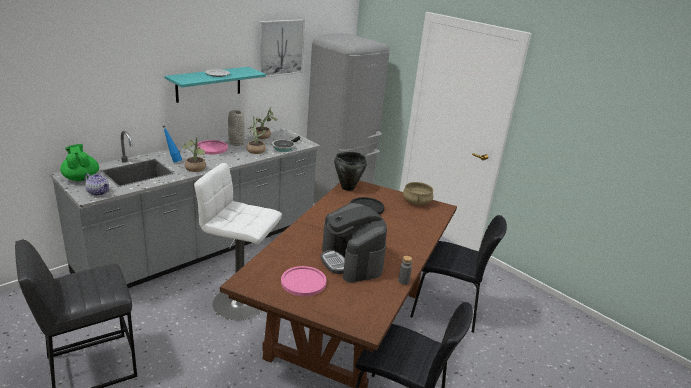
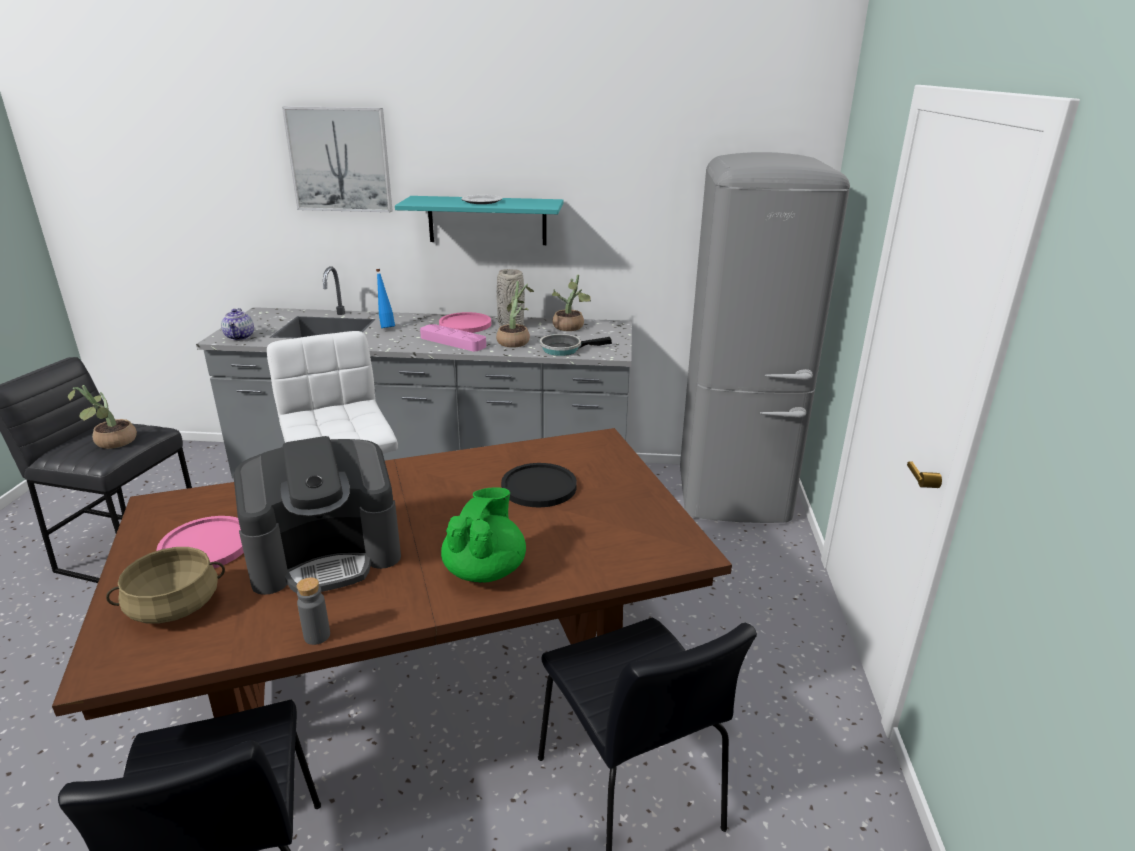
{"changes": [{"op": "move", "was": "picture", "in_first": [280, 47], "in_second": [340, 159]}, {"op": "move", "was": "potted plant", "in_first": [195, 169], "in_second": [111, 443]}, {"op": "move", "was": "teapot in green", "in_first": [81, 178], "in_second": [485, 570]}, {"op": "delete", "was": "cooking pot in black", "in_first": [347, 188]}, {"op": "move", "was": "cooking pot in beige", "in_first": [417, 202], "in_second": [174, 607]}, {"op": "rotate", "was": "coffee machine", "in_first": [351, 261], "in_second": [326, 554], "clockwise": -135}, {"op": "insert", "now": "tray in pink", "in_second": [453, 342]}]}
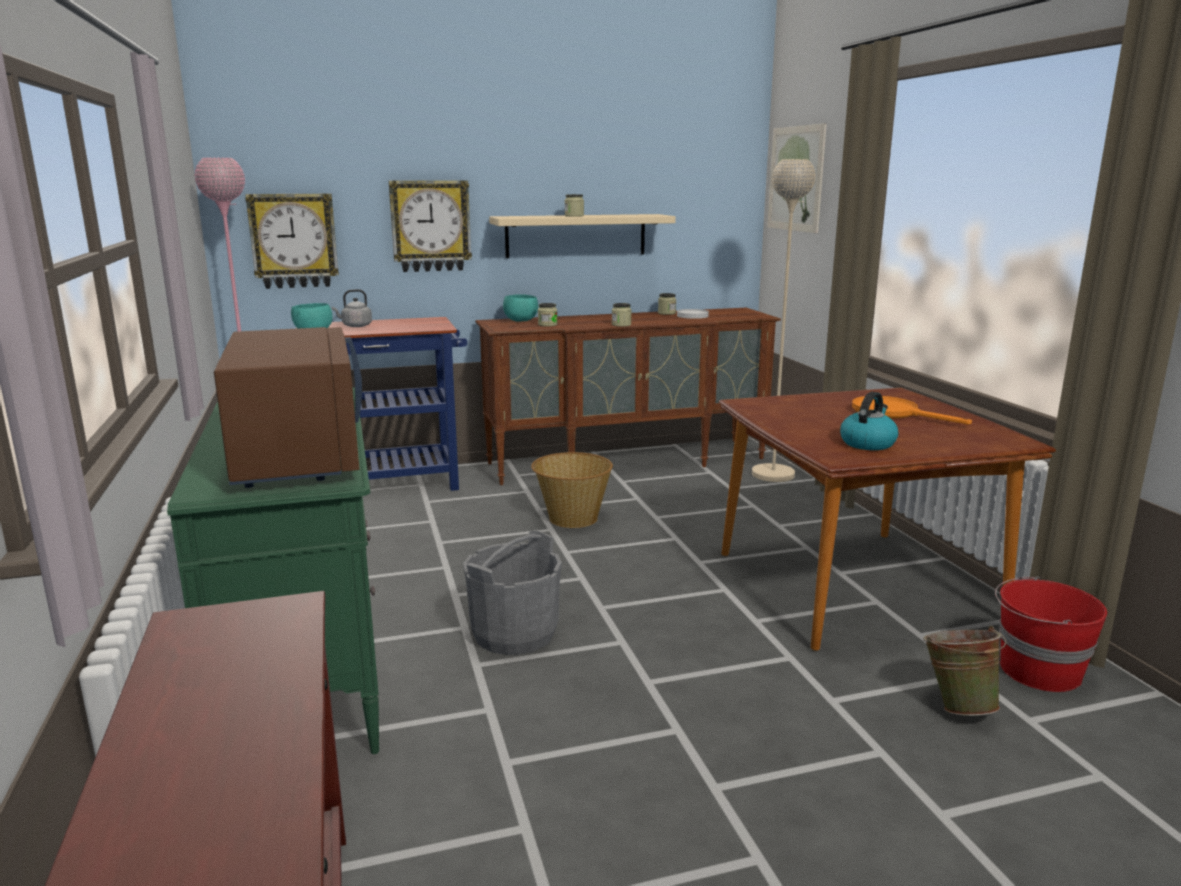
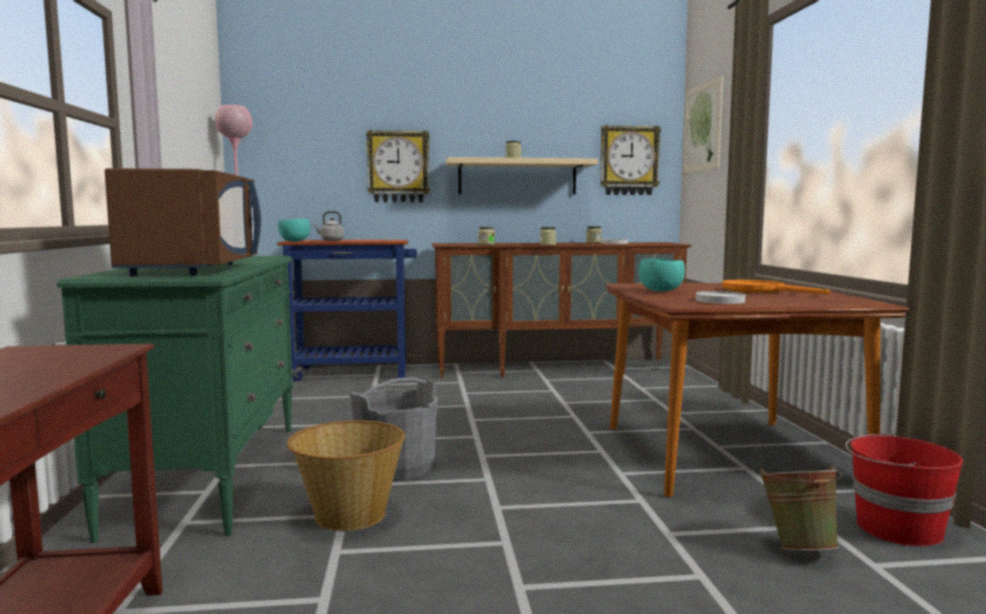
{"changes": [{"op": "delete", "was": "floor lamp in beige", "in_first": [773, 474]}, {"op": "move", "was": "wall clock", "in_first": [294, 241], "in_second": [629, 161]}, {"op": "move", "was": "bowl in turquoise", "in_first": [520, 321], "in_second": [660, 291]}, {"op": "replace", "was": "kettle", "now": "plate in white", "in_first": [867, 443], "in_second": [719, 301]}, {"op": "move", "was": "basket", "in_first": [572, 518], "in_second": [349, 515]}]}
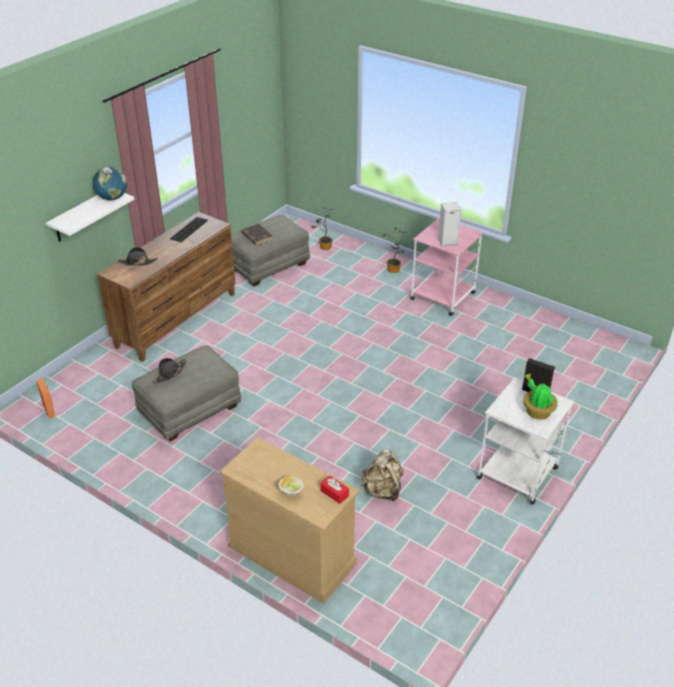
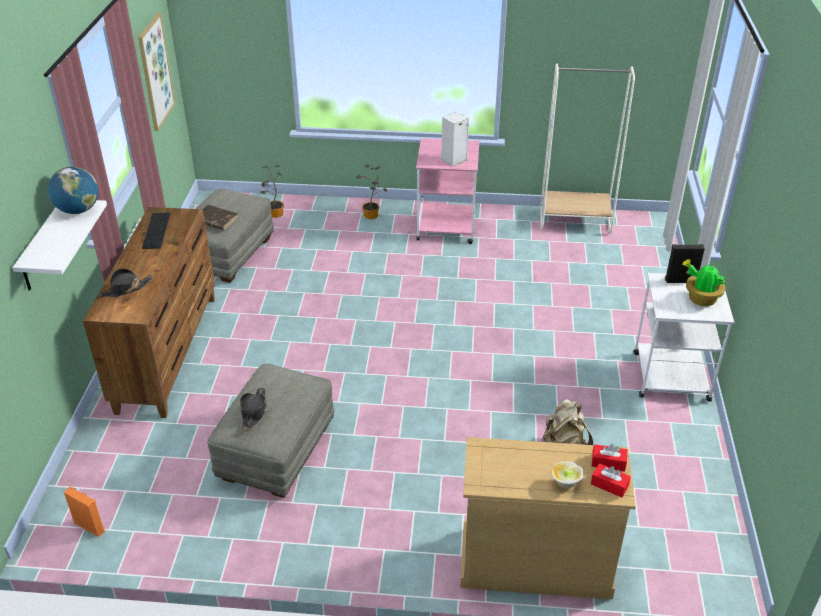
{"changes": [{"op": "insert", "now": "picture", "in_second": [155, 72]}, {"op": "insert", "now": "clothes rack", "in_second": [575, 221]}, {"op": "insert", "now": "tissue box in red", "in_second": [609, 485]}]}
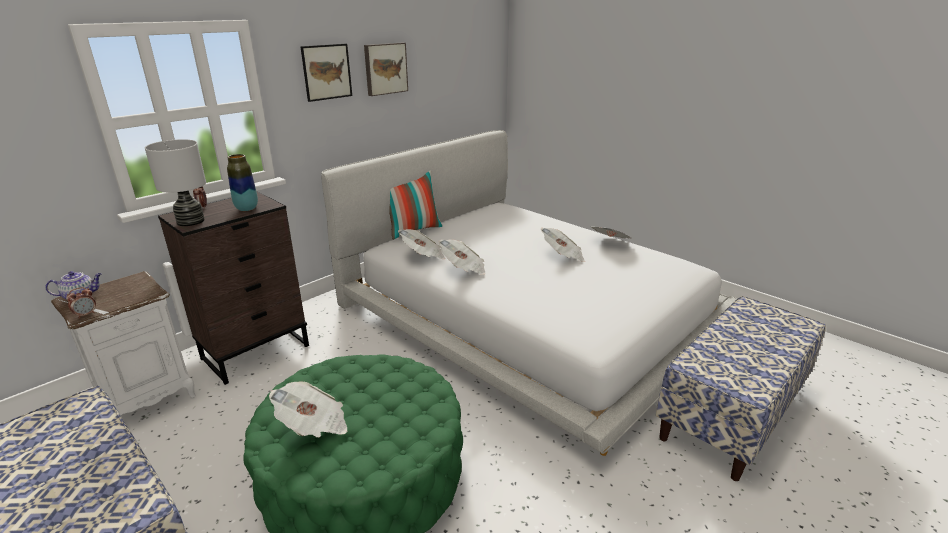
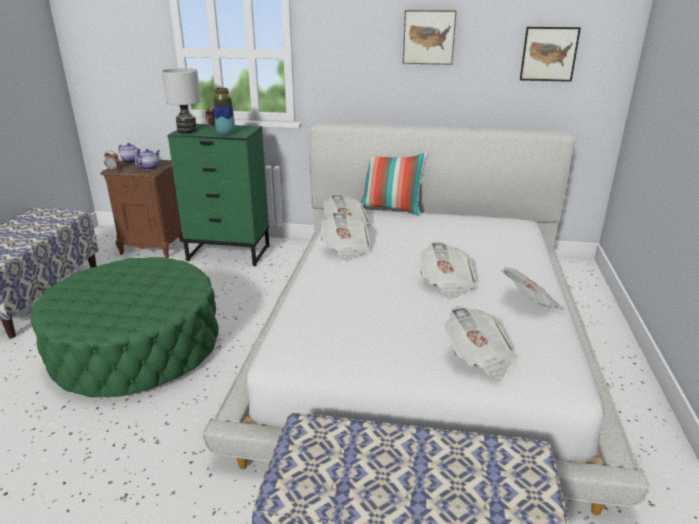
{"changes": [{"op": "move", "was": "picture", "in_first": [327, 72], "in_second": [549, 54]}, {"op": "recolor", "was": "dresser in brown", "now": "dresser in green", "in_first": [256, 351], "in_second": [229, 253]}, {"op": "recolor", "was": "nightstand in white", "now": "nightstand in brown", "in_first": [148, 399], "in_second": [153, 247]}, {"op": "move", "was": "newspaper", "in_first": [314, 425], "in_second": [478, 358]}, {"op": "insert", "now": "teapot", "in_second": [149, 168]}]}
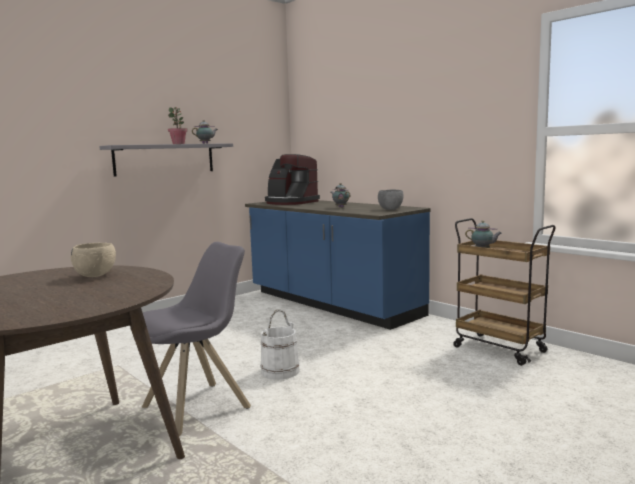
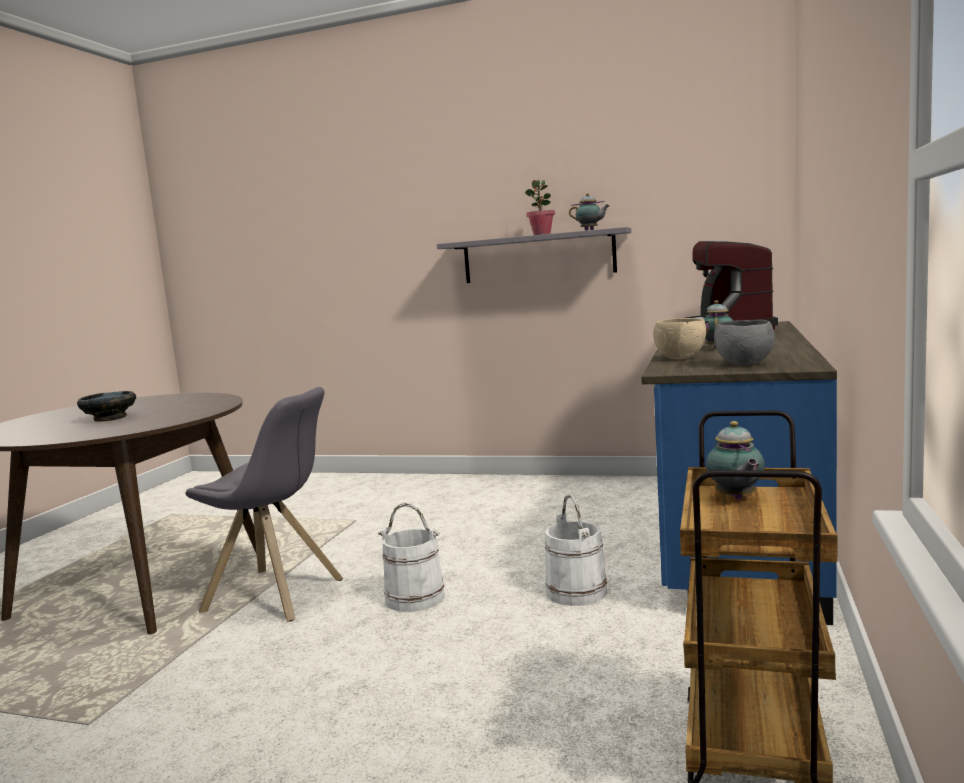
{"changes": [{"op": "move", "was": "bowl in beige", "in_first": [95, 275], "in_second": [680, 358]}, {"op": "insert", "now": "bowl in black", "in_second": [109, 418]}, {"op": "insert", "now": "bucket in white", "in_second": [576, 591]}]}
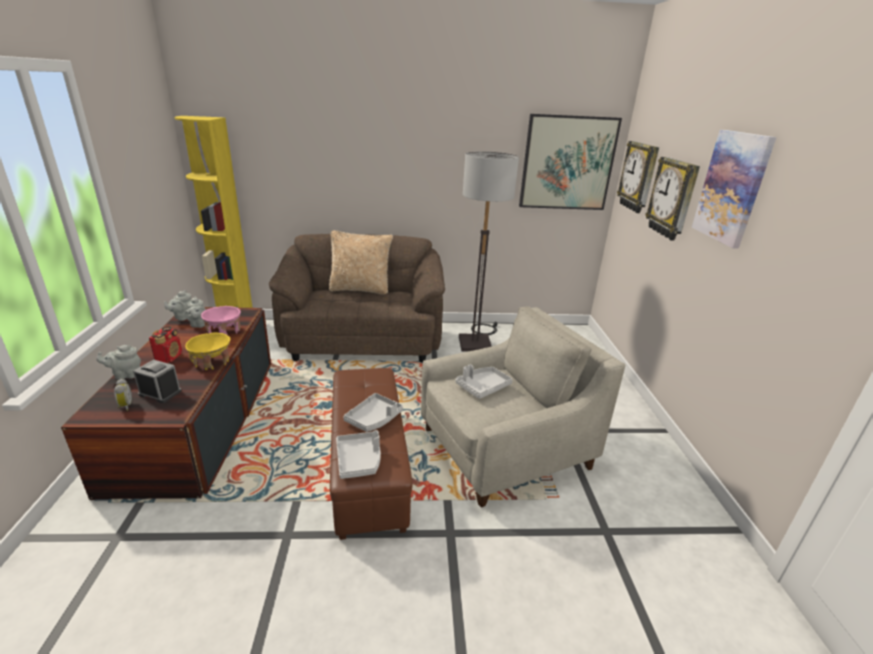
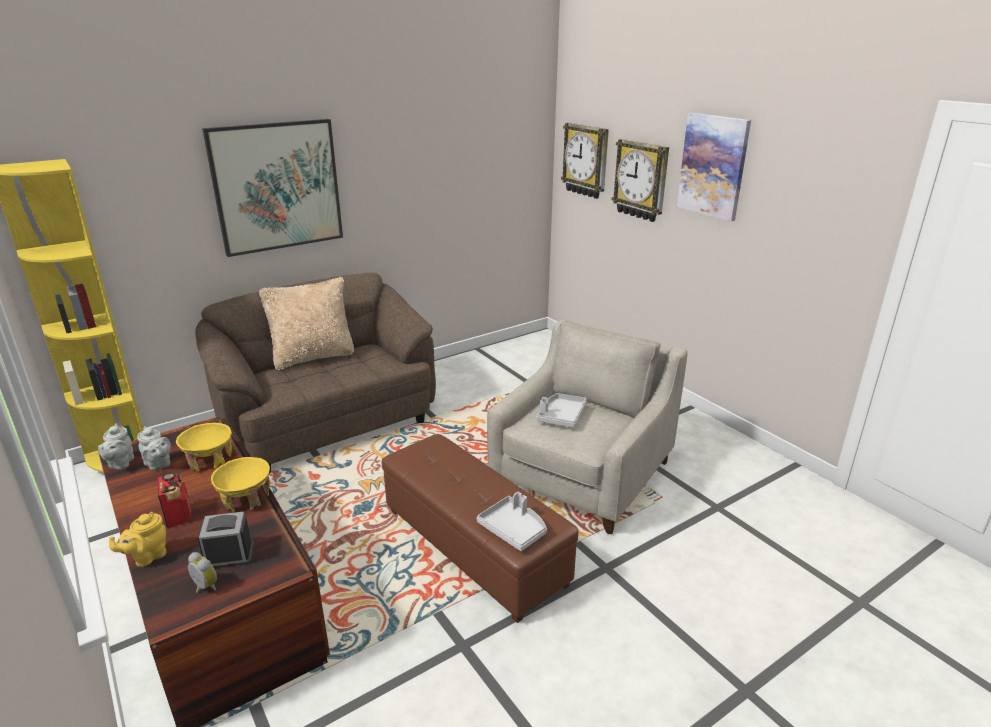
{"changes": [{"op": "move", "was": "picture", "in_first": [567, 163], "in_second": [277, 186]}, {"op": "delete", "was": "floor lamp", "in_first": [477, 340]}, {"op": "recolor", "was": "bowl in pink", "now": "bowl in yellow", "in_first": [224, 332], "in_second": [209, 460]}, {"op": "recolor", "was": "teapot in grey", "now": "teapot in yellow", "in_first": [125, 375], "in_second": [147, 557]}, {"op": "delete", "was": "tray in grey", "in_first": [374, 419]}]}
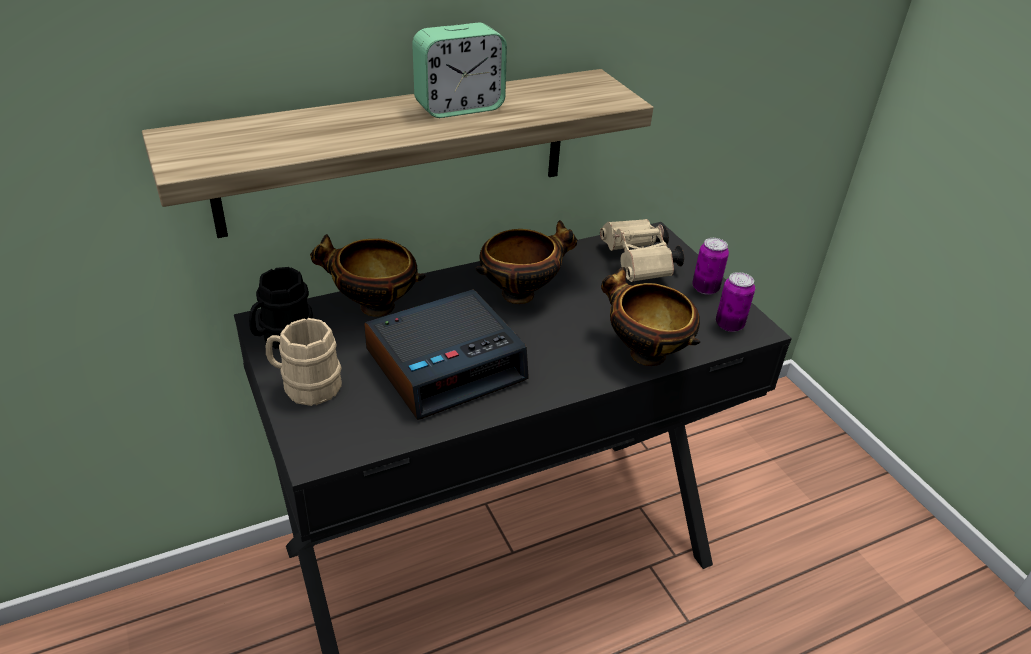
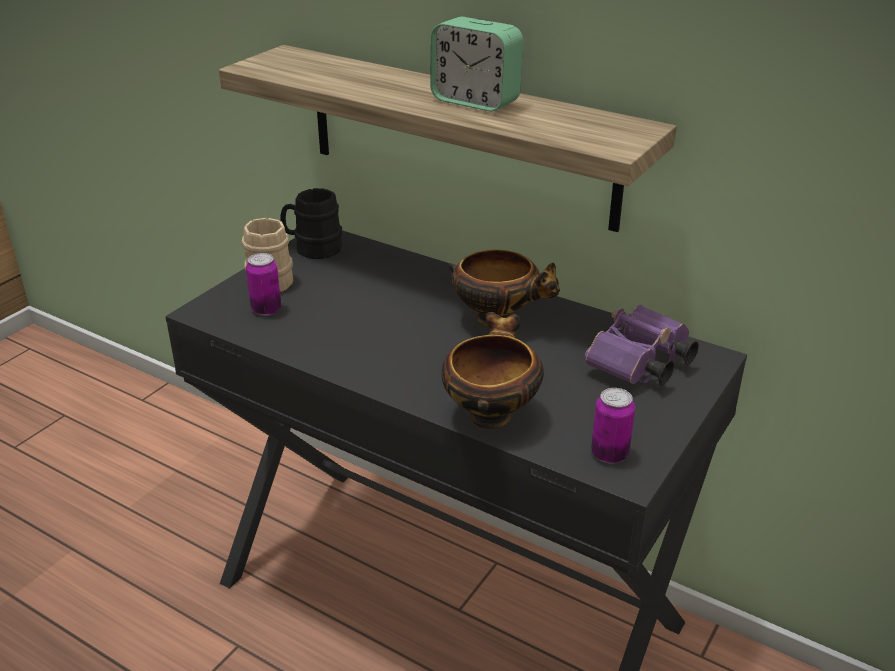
{"changes": [{"op": "recolor", "was": "binoculars in beige", "now": "binoculars in purple", "in_first": [639, 265], "in_second": [639, 366]}, {"op": "delete", "was": "bowl", "in_first": [373, 306]}, {"op": "move", "was": "can", "in_first": [705, 288], "in_second": [266, 309]}, {"op": "delete", "was": "alarm clock", "in_first": [446, 364]}]}
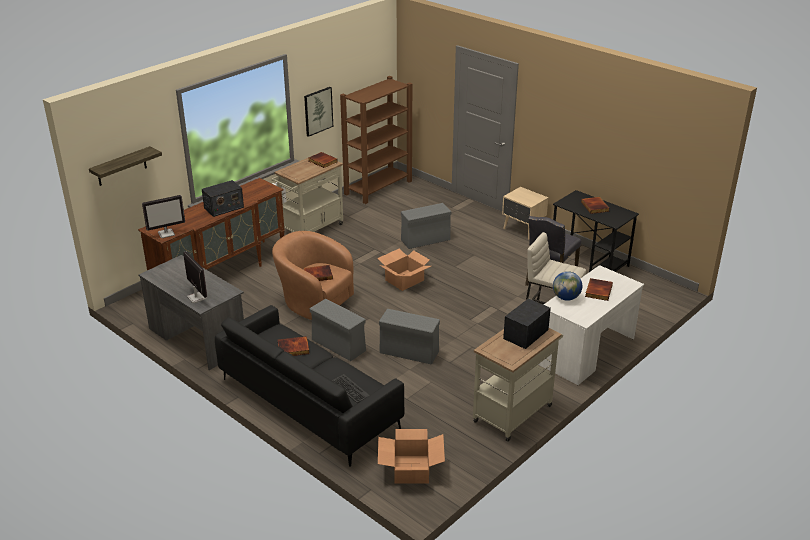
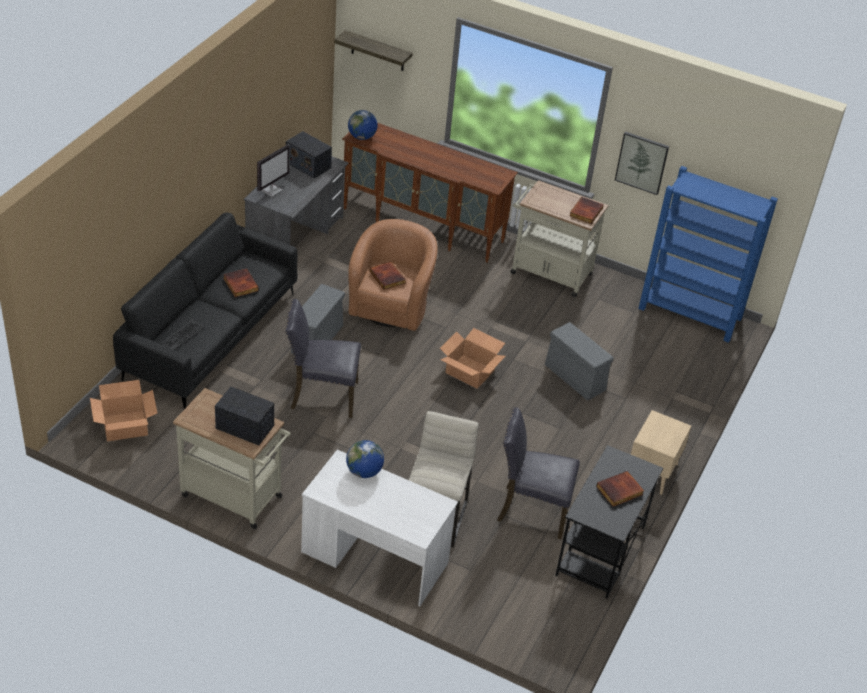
{"changes": [{"op": "recolor", "was": "bookcase in brown", "now": "bookcase in blue", "in_first": [378, 187], "in_second": [690, 313]}, {"op": "move", "was": "radio", "in_first": [223, 208], "in_second": [308, 165]}, {"op": "replace", "was": "monitor", "now": "globe", "in_first": [166, 233], "in_second": [362, 137]}, {"op": "delete", "was": "book", "in_first": [598, 291]}, {"op": "replace", "was": "storage box in grey", "now": "chair in grey", "in_first": [408, 352], "in_second": [322, 395]}]}
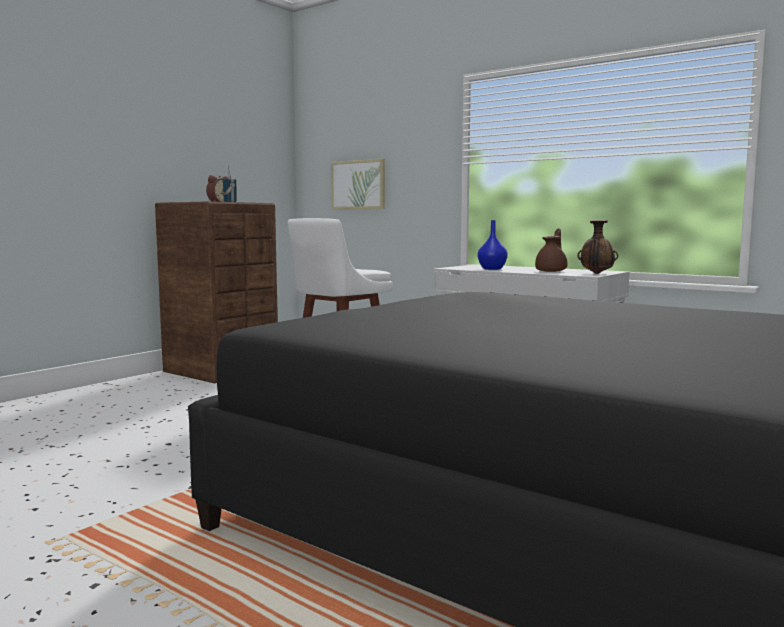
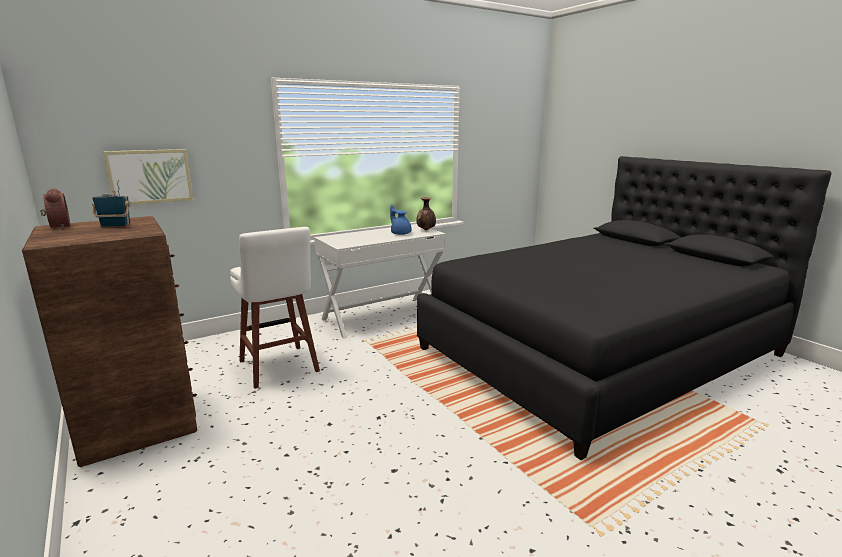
{"changes": [{"op": "delete", "was": "vase in blue", "in_first": [491, 269]}, {"op": "recolor", "was": "teapot in brown", "now": "teapot in blue", "in_first": [552, 271], "in_second": [400, 233]}]}
